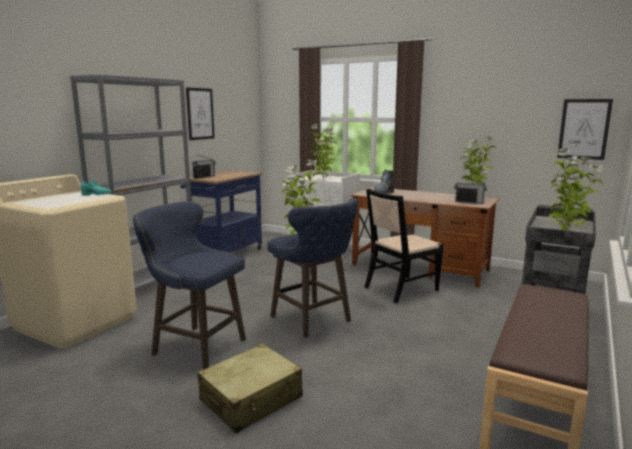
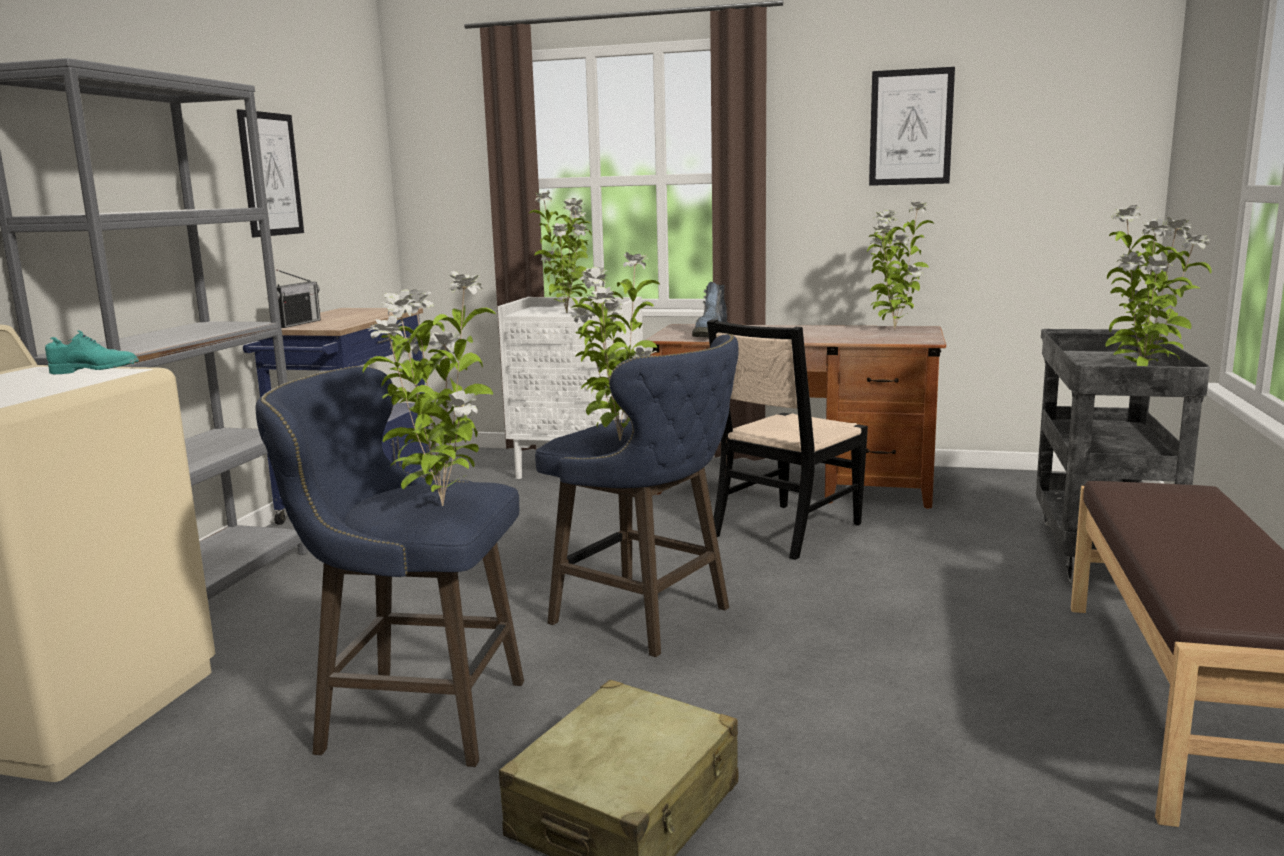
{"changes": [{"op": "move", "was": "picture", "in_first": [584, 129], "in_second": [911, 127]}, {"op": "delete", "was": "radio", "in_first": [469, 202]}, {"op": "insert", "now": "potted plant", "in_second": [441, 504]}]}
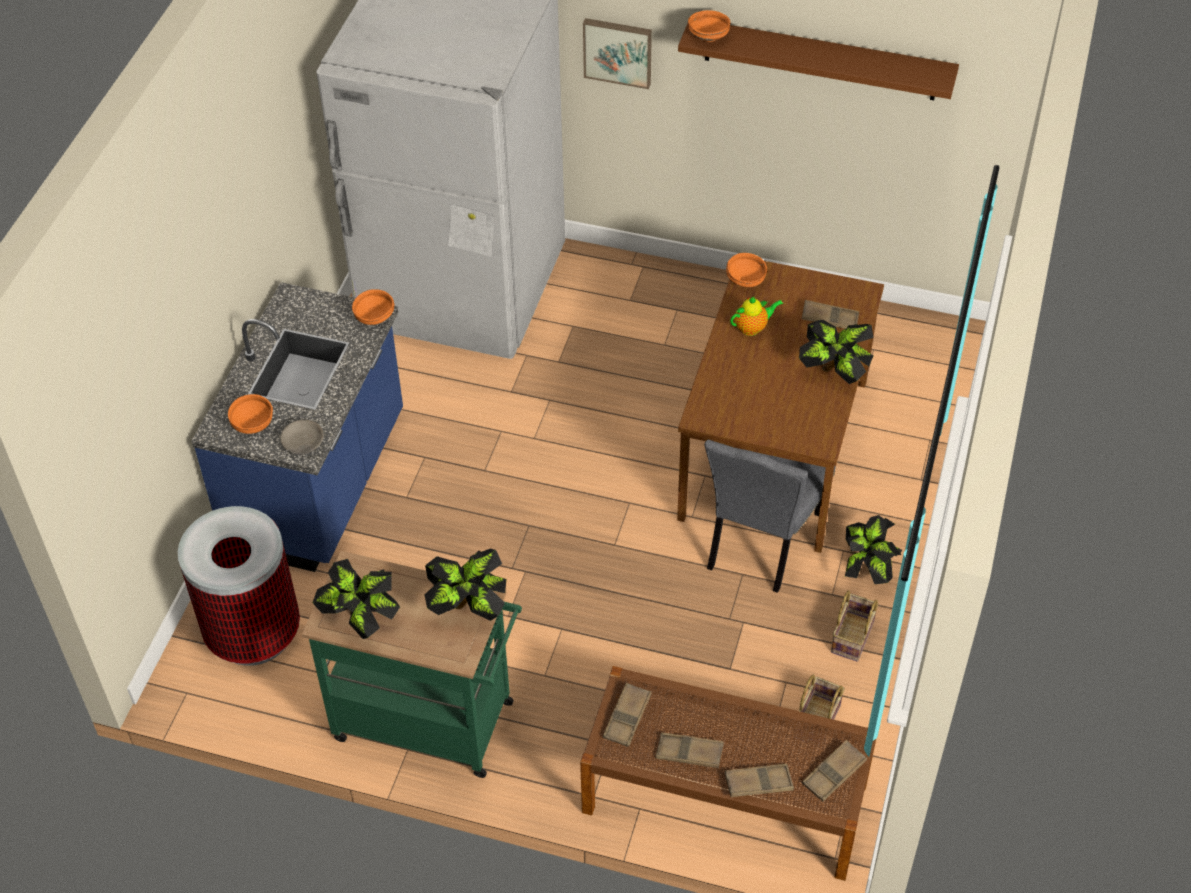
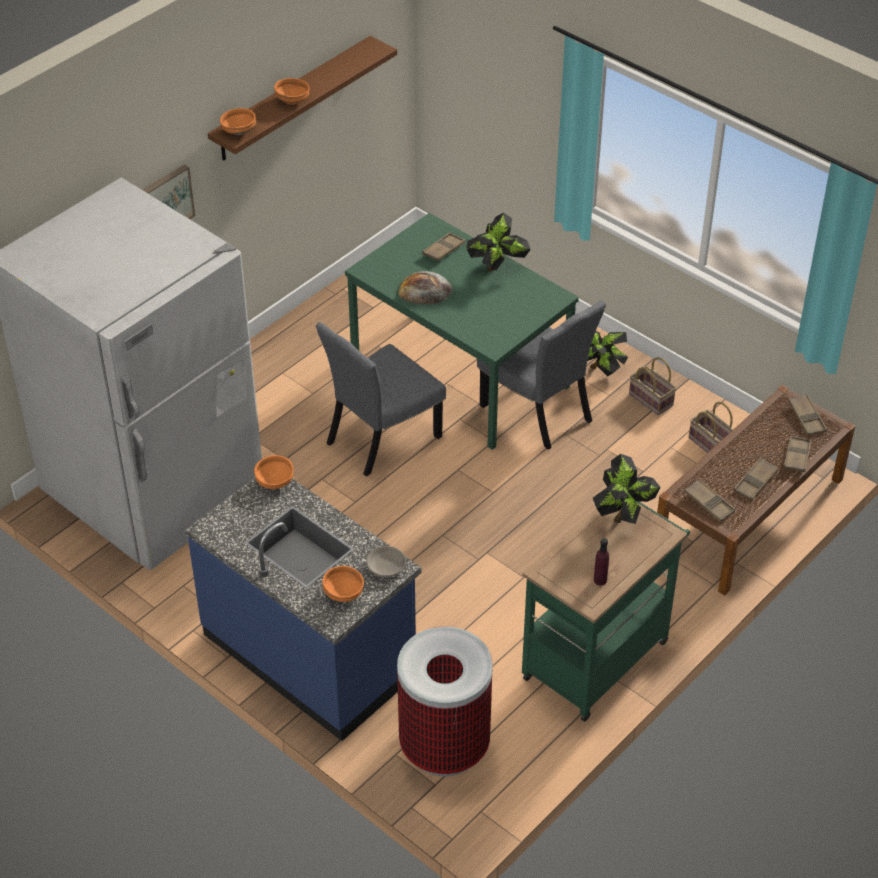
{"changes": [{"op": "move", "was": "bowl in orange", "in_first": [746, 280], "in_second": [293, 100]}, {"op": "recolor", "was": "dining table in brown", "now": "dining table in green", "in_first": [775, 450], "in_second": [461, 373]}, {"op": "replace", "was": "teapot", "now": "bread", "in_first": [752, 328], "in_second": [425, 289]}, {"op": "replace", "was": "potted plant", "now": "bottle in purple", "in_first": [361, 620], "in_second": [600, 580]}, {"op": "insert", "now": "chair in grey", "in_second": [383, 437]}]}
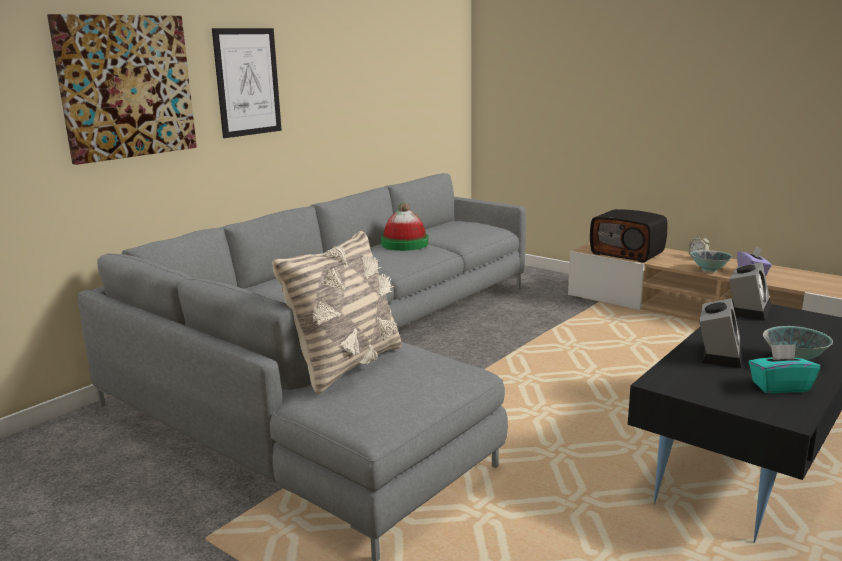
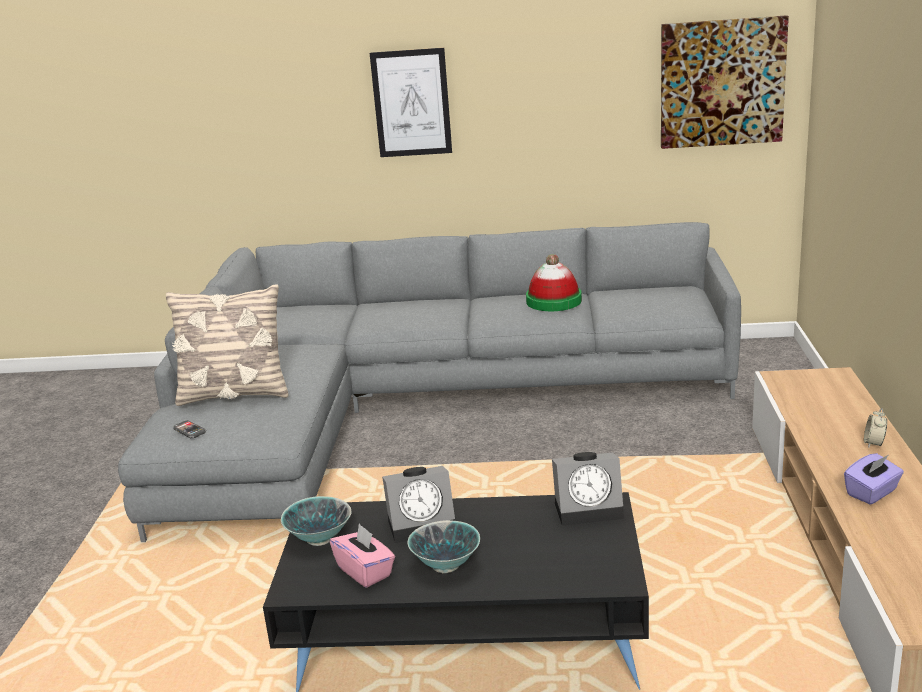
{"changes": [{"op": "move", "was": "picture", "in_first": [126, 87], "in_second": [721, 83]}, {"op": "delete", "was": "radio", "in_first": [628, 253]}, {"op": "move", "was": "bowl", "in_first": [709, 271], "in_second": [319, 539]}, {"op": "recolor", "was": "tissue box in turquoise", "now": "tissue box in pink", "in_first": [780, 386], "in_second": [365, 571]}, {"op": "insert", "now": "phone", "in_second": [189, 430]}]}
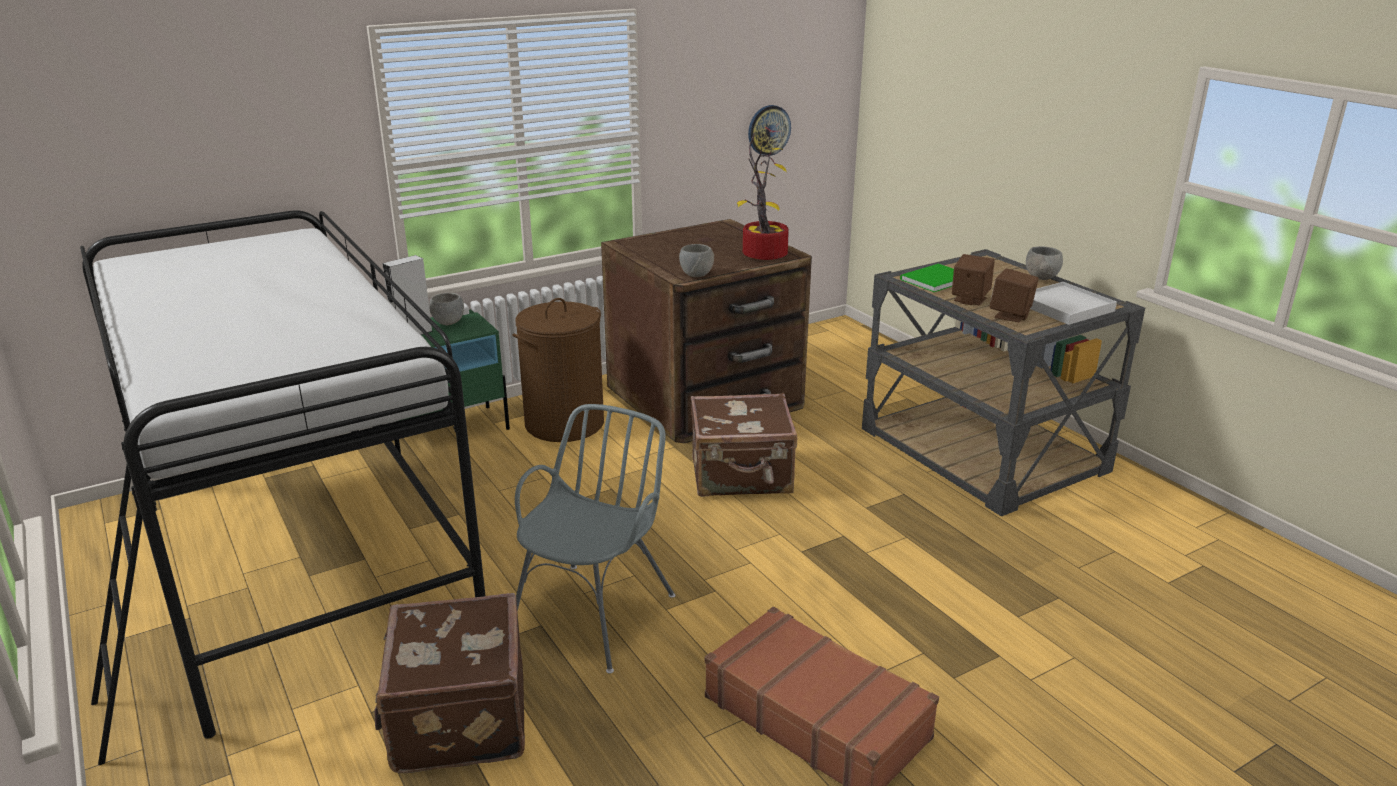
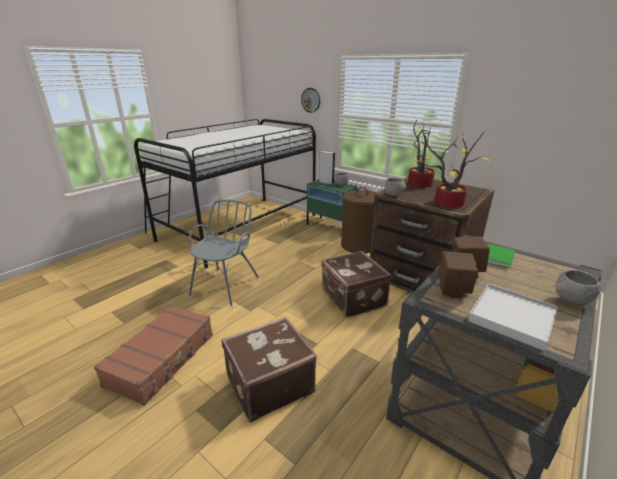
{"changes": [{"op": "move", "was": "wall clock", "in_first": [768, 130], "in_second": [311, 100]}, {"op": "rotate", "was": "chair in grey", "in_first": [595, 611], "in_second": [226, 285], "clockwise": -75}, {"op": "move", "was": "suitcase in brown", "in_first": [457, 719], "in_second": [268, 383]}, {"op": "insert", "now": "potted plant", "in_second": [417, 184]}]}
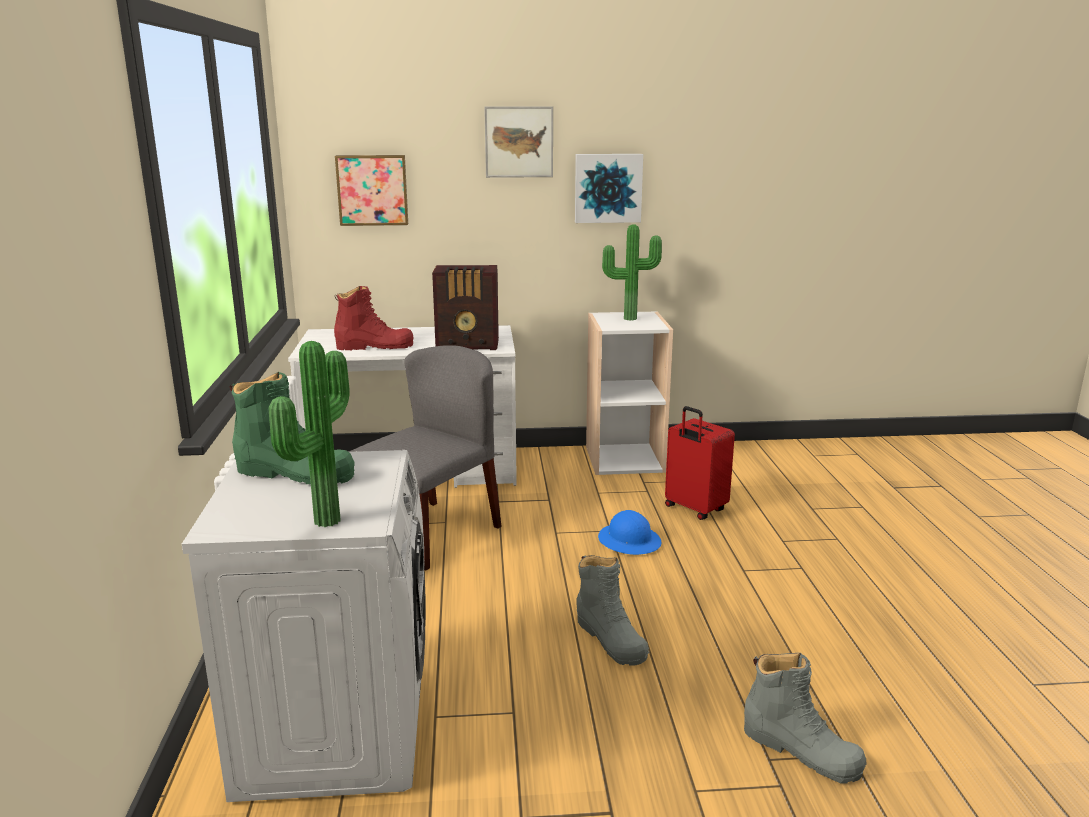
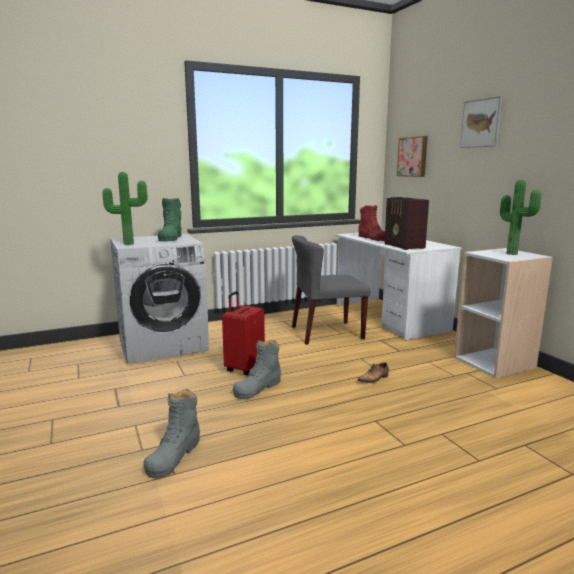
{"changes": [{"op": "delete", "was": "picture", "in_first": [608, 188]}, {"op": "rotate", "was": "chair in grey", "in_first": [430, 533], "in_second": [326, 333], "clockwise": 150}, {"op": "move", "was": "suitcase in red", "in_first": [694, 509], "in_second": [244, 368]}, {"op": "replace", "was": "hard hat in blue", "now": "shoe", "in_first": [629, 541], "in_second": [374, 379]}]}
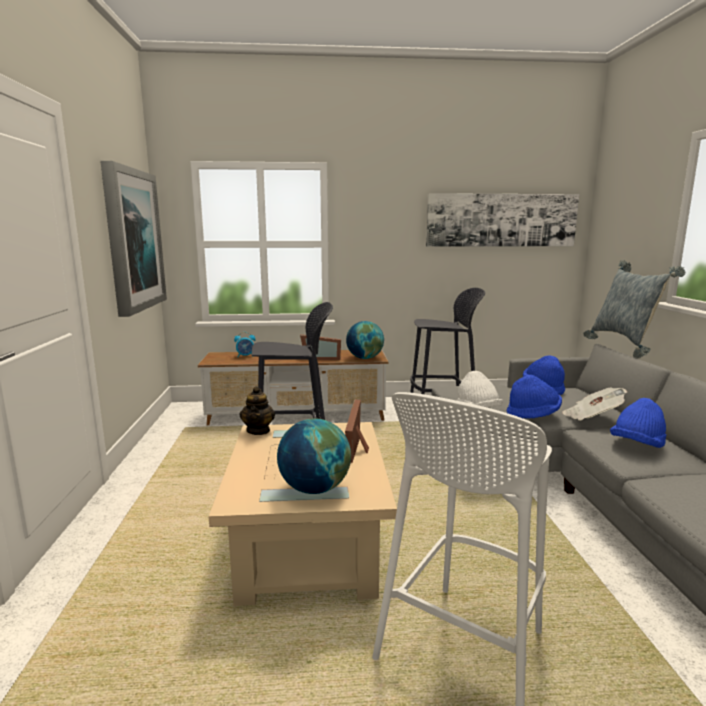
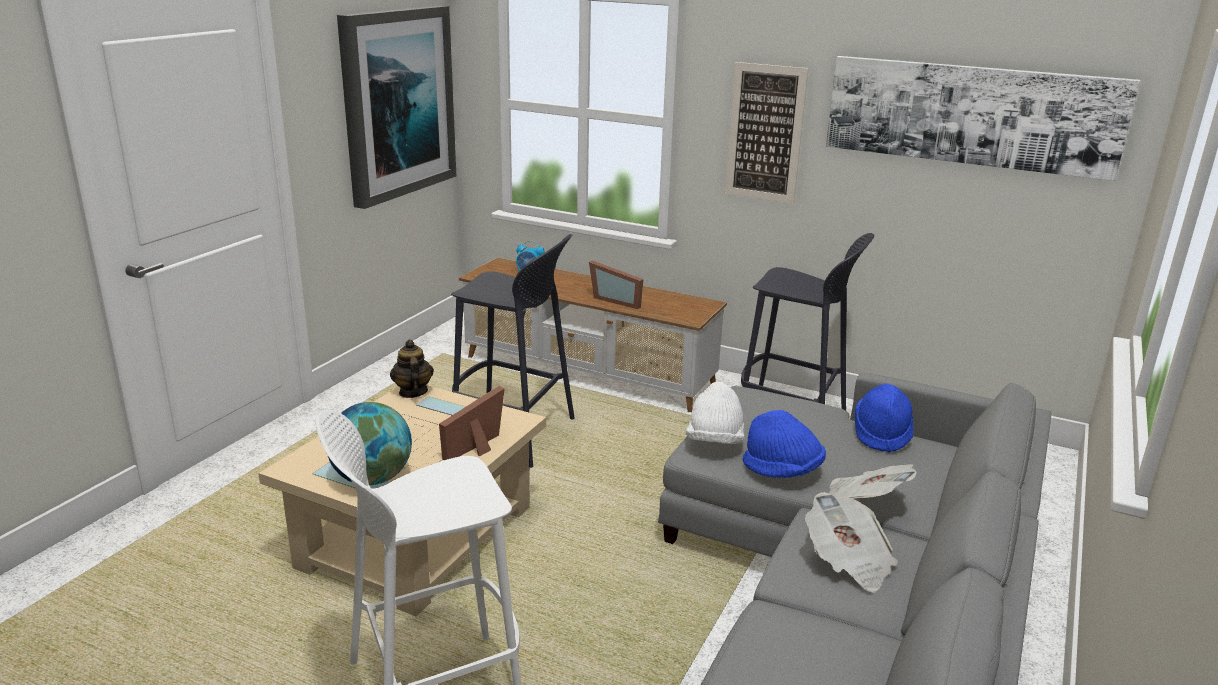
{"changes": [{"op": "delete", "was": "pillow", "in_first": [625, 349]}, {"op": "delete", "was": "globe", "in_first": [365, 358]}, {"op": "rotate", "was": "teapot", "in_first": [258, 430], "in_second": [412, 392], "clockwise": 135}, {"op": "replace", "was": "hat in blue", "now": "newspaper", "in_first": [637, 445], "in_second": [848, 562]}, {"op": "insert", "now": "picture", "in_second": [765, 133]}]}
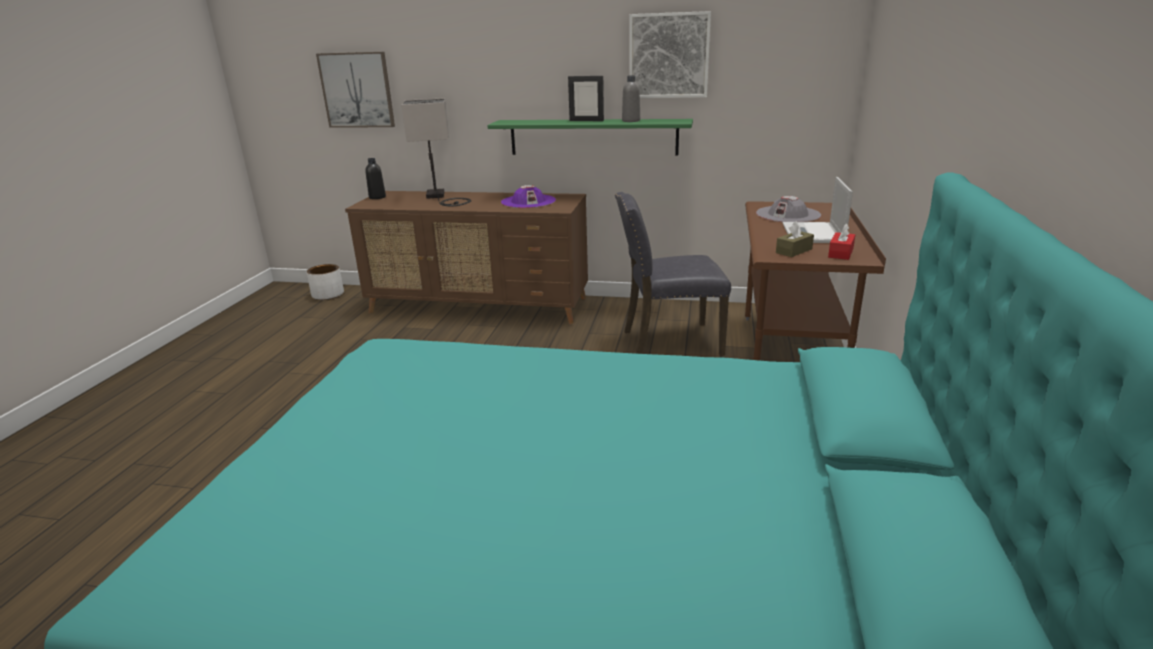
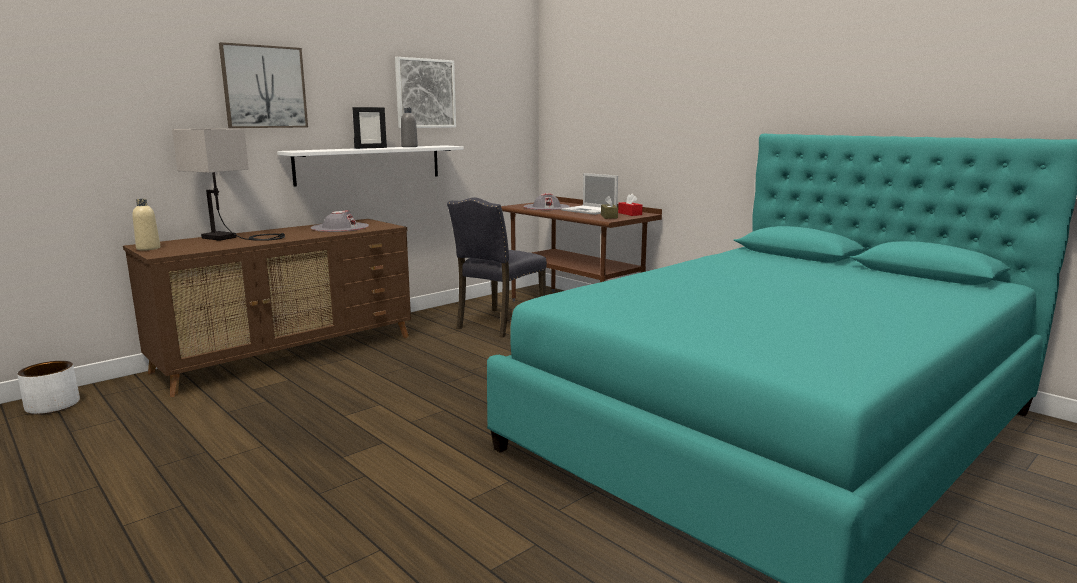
{"changes": [{"op": "move", "was": "picture", "in_first": [357, 90], "in_second": [264, 87]}, {"op": "recolor", "was": "shelf in green", "now": "shelf in white", "in_first": [593, 137], "in_second": [369, 164]}, {"op": "recolor", "was": "bottle in black", "now": "bottle in beige", "in_first": [377, 197], "in_second": [148, 248]}, {"op": "recolor", "was": "hat in purple", "now": "hat in grey", "in_first": [528, 201], "in_second": [340, 227]}]}
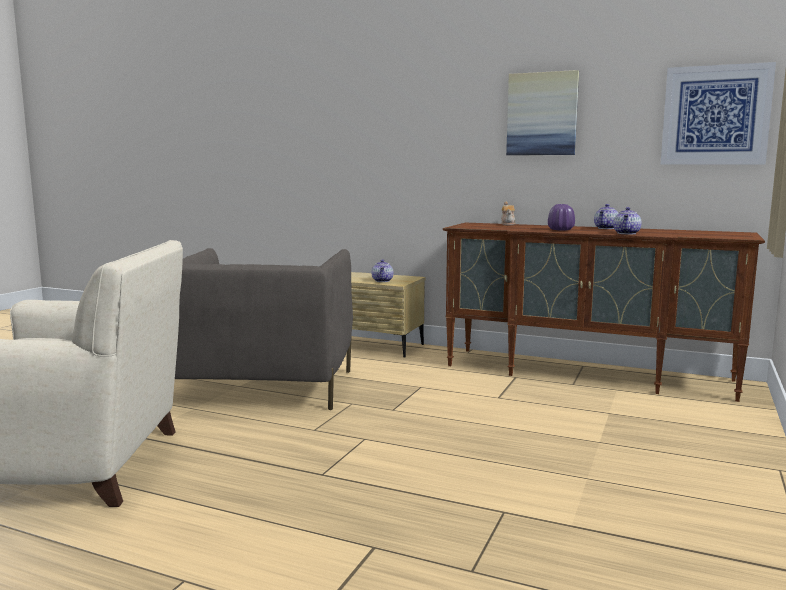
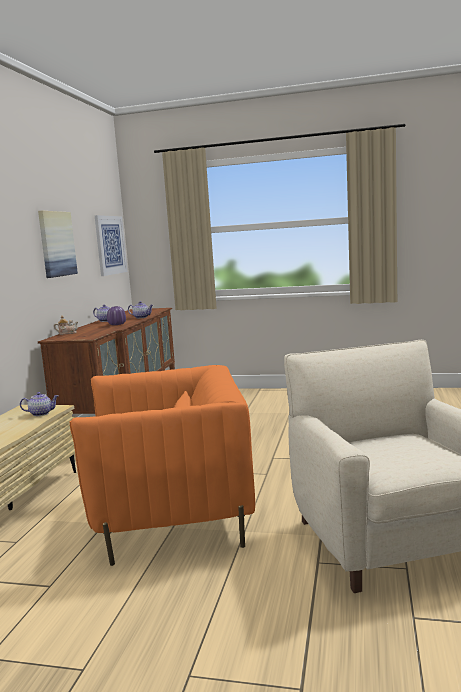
{"changes": [{"op": "recolor", "was": "armchair in grey", "now": "armchair in orange", "in_first": [264, 386], "in_second": [172, 514]}]}
